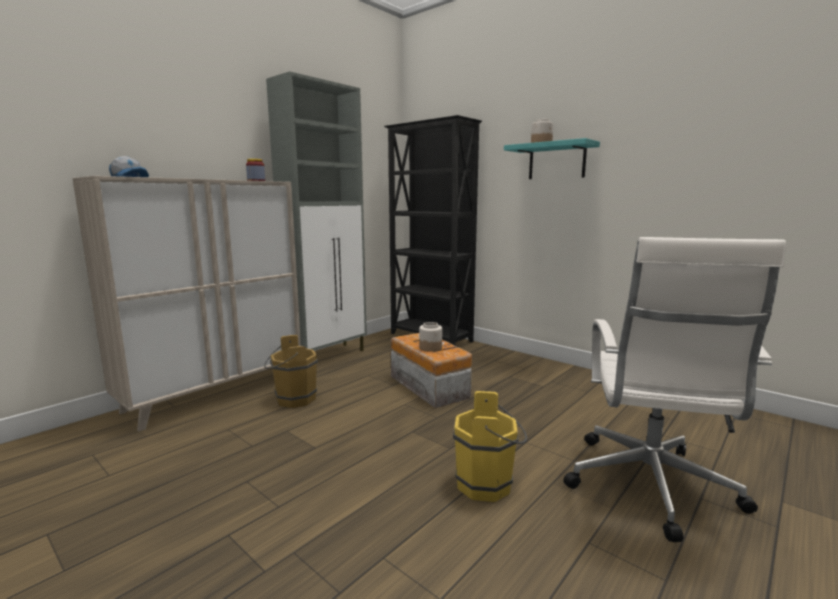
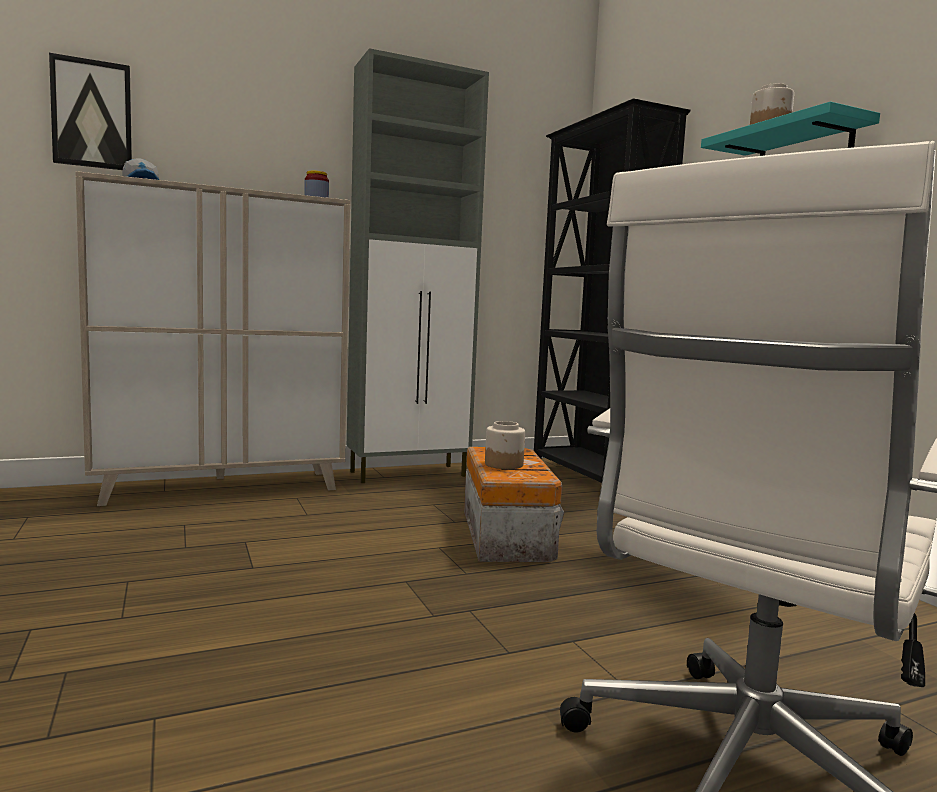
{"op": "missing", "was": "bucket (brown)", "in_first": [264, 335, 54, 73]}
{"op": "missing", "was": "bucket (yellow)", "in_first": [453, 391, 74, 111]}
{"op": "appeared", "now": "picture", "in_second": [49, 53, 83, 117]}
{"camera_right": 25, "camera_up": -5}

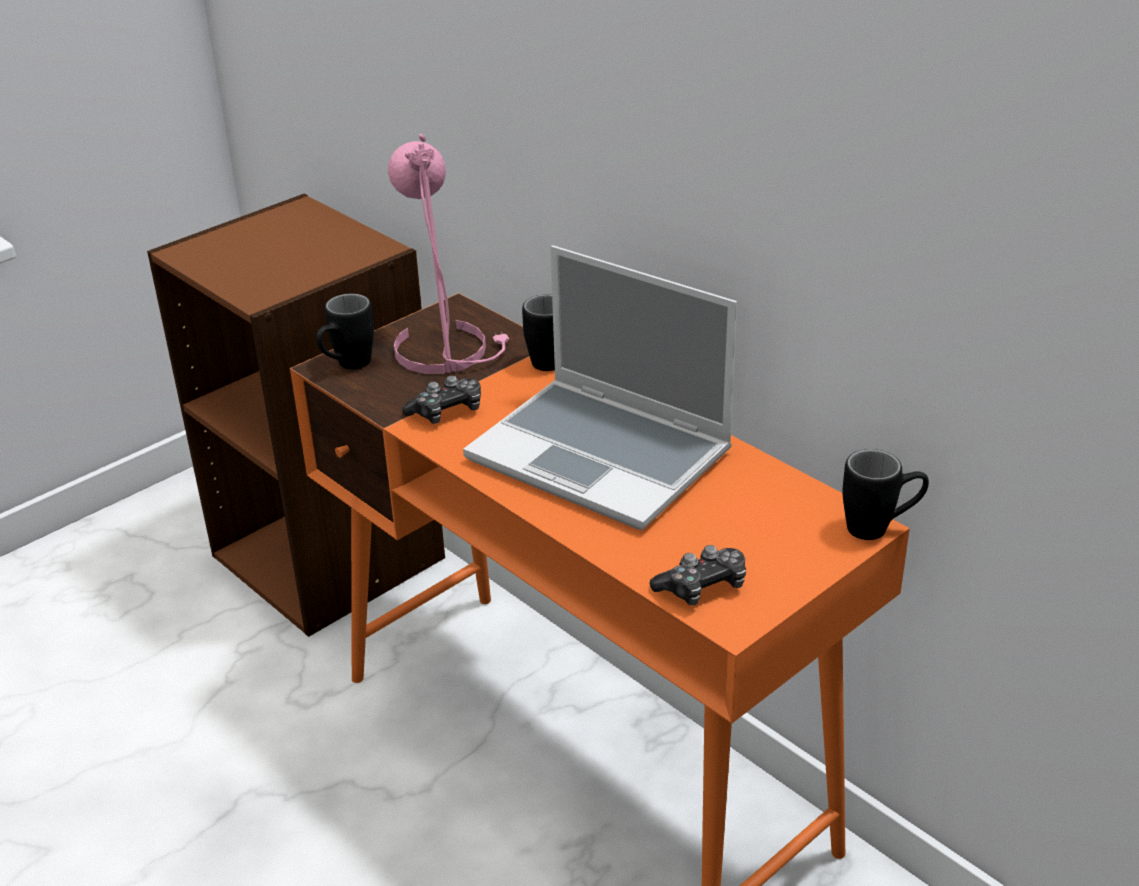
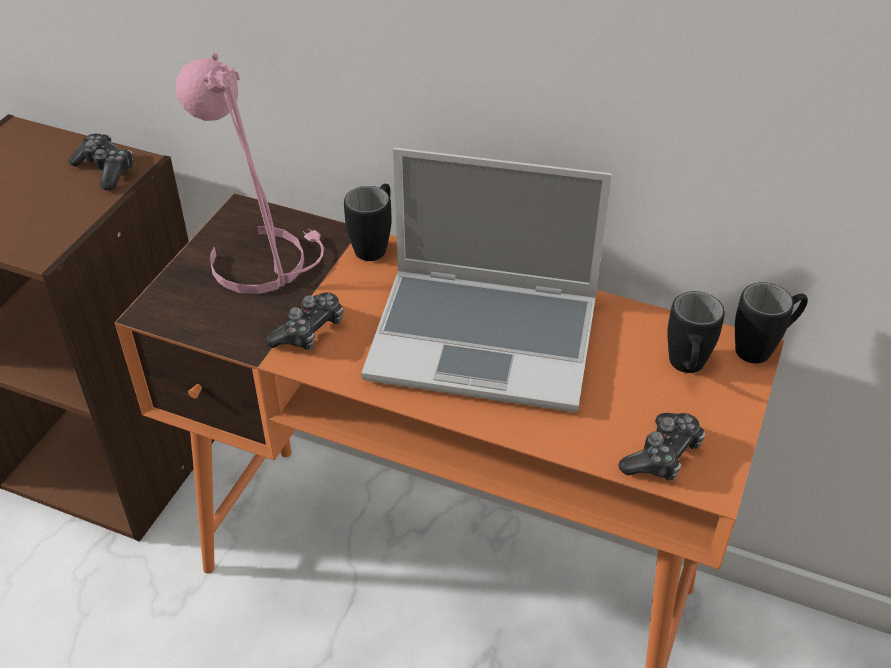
{"op": "relocated", "was": "mug (black)", "in_first": [316, 294, 58, 76], "in_second": [667, 291, 58, 82]}
{"op": "appeared", "now": "game controller", "in_second": [68, 133, 65, 57]}
{"camera_right": -25, "camera_up": 10}

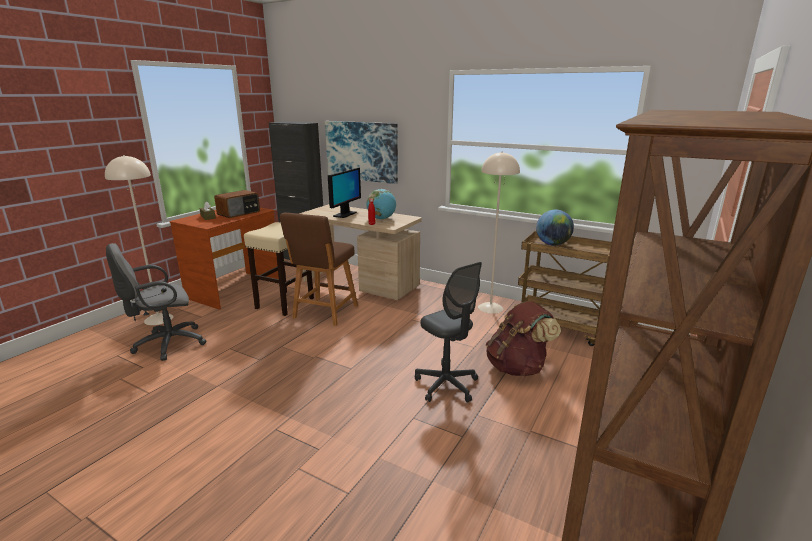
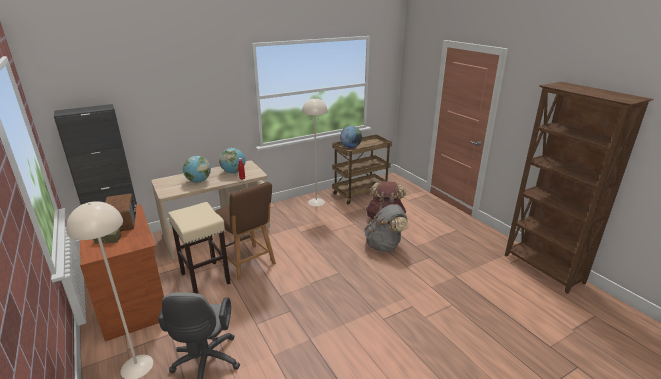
{"op": "missing", "was": "picture", "in_first": [325, 121, 73, 63]}
{"op": "exchanged", "was": "monitor", "now": "globe", "in_first": [328, 168, 33, 50], "in_second": [183, 156, 28, 27]}
{"op": "exchanged", "was": "office chair (grey)", "now": "backpack (grey)", "in_first": [415, 262, 67, 141], "in_second": [364, 204, 44, 48]}
{"camera_right": -60, "camera_up": 5}

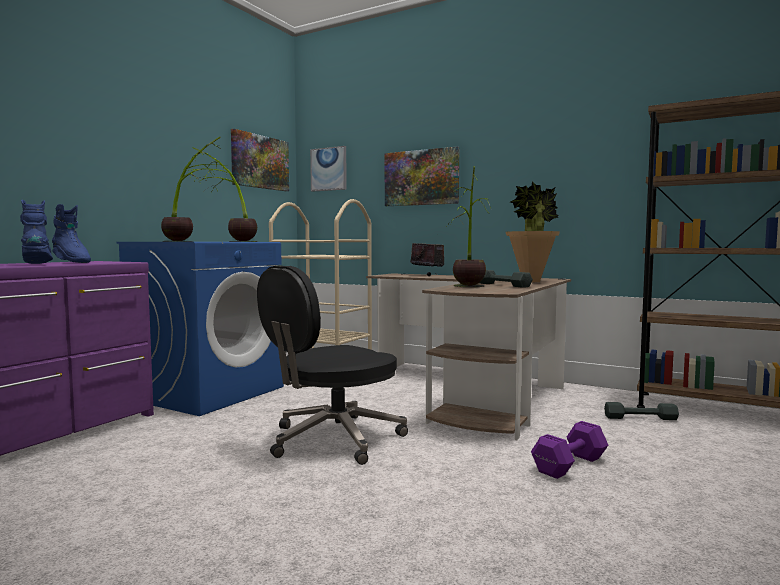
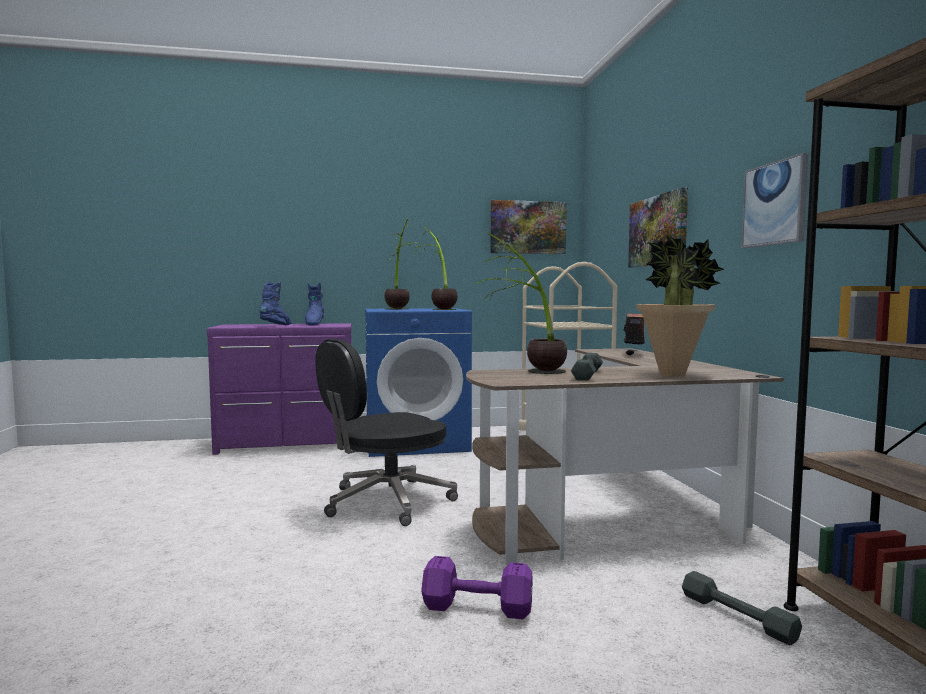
{"op": "relocated", "was": "picture", "in_first": [310, 146, 37, 46], "in_second": [742, 153, 66, 95]}
{"op": "spun", "was": "office chair (black)", "in_first": [257, 265, 151, 200], "in_second": [315, 339, 143, 187], "clockwise": -45}
{"camera_right": 50, "camera_up": 0}

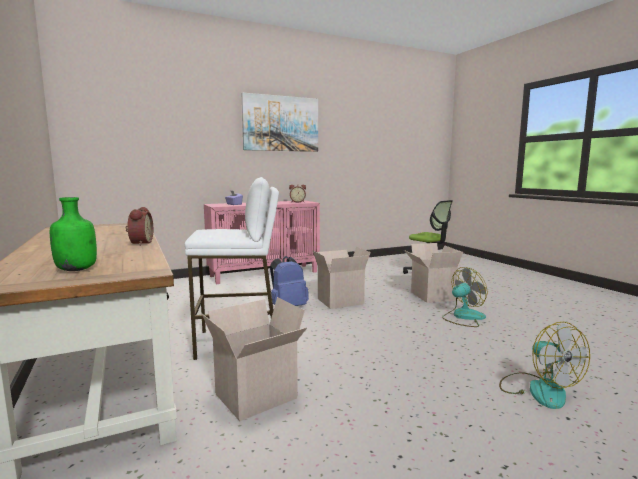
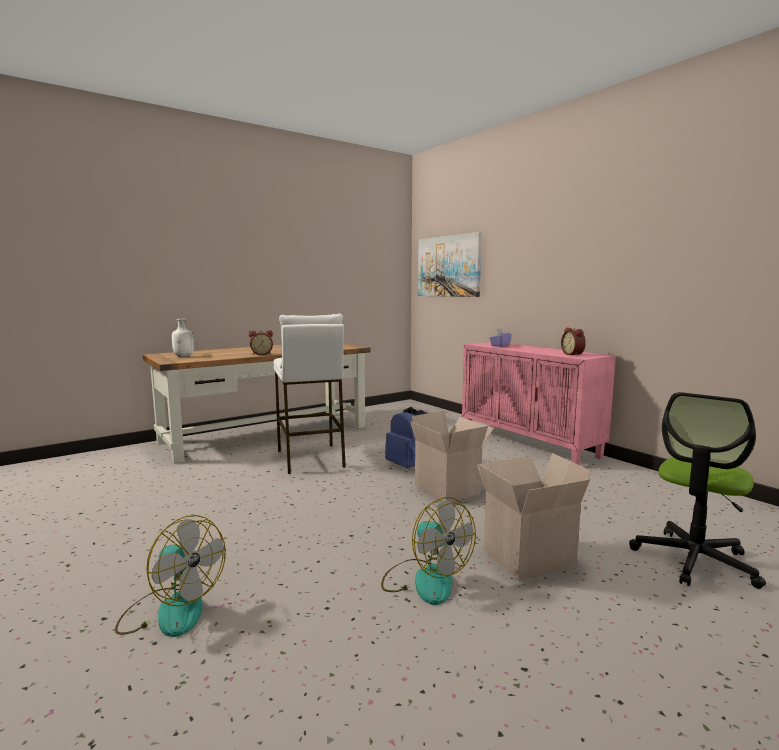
{"op": "relocated", "was": "picture", "in_first": [241, 93, 77, 59], "in_second": [418, 232, 64, 65]}
{"op": "colour", "was": "bottle (green)", "now": "bottle (white)", "in_first": [50, 197, 47, 74], "in_second": [172, 318, 22, 39]}
{"op": "missing", "was": "cardboard box", "in_first": [202, 297, 106, 124]}
{"op": "spun", "was": "fan", "in_first": [499, 322, 91, 87], "in_second": [115, 515, 111, 122], "clockwise": -120}
{"camera_right": 80, "camera_up": 0}

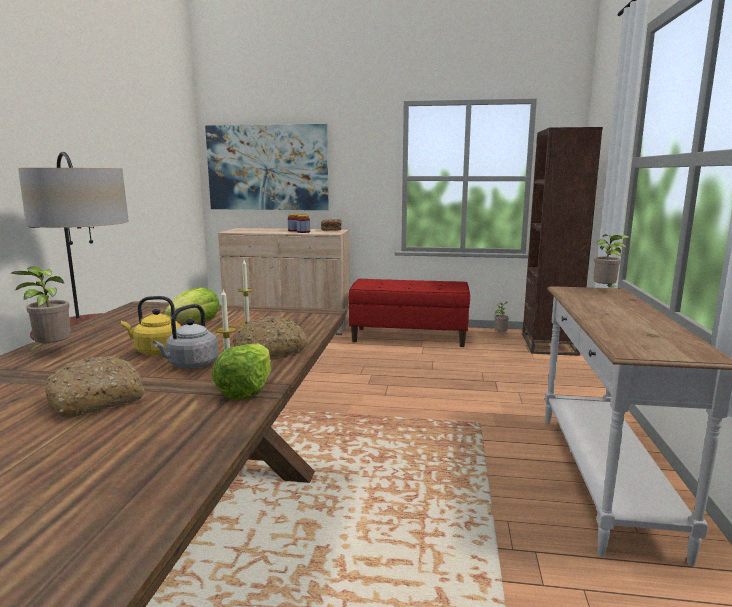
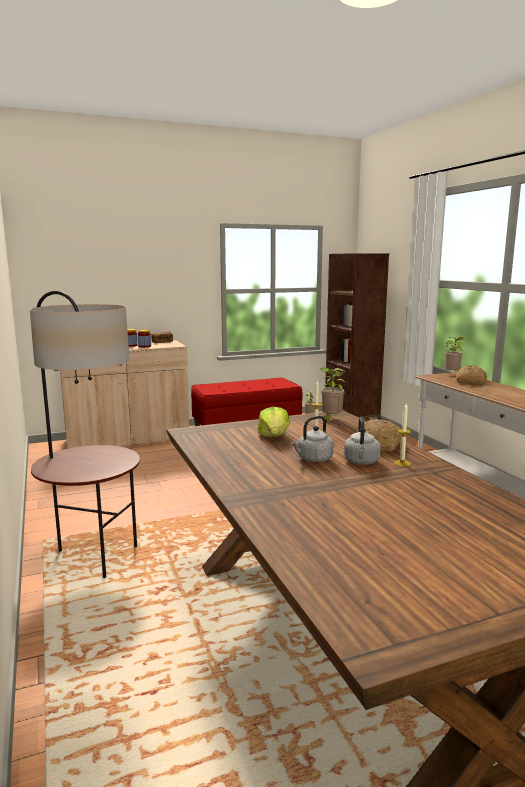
{"op": "missing", "was": "picture", "in_first": [205, 124, 124, 86]}
{"op": "relocated", "was": "potted plant", "in_first": [10, 267, 61, 86], "in_second": [321, 367, 24, 55]}
{"op": "colour", "was": "kettle (yellow)", "now": "kettle (grey)", "in_first": [121, 296, 60, 59], "in_second": [291, 416, 43, 46]}
{"op": "missing", "was": "lettuce", "in_first": [212, 343, 59, 57]}
{"op": "relocated", "was": "bread", "in_first": [45, 356, 99, 62], "in_second": [456, 365, 31, 19]}
{"camera_right": -30, "camera_up": 0}

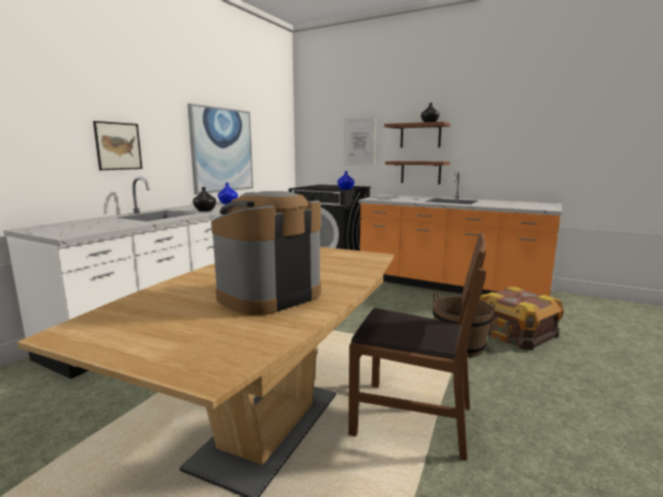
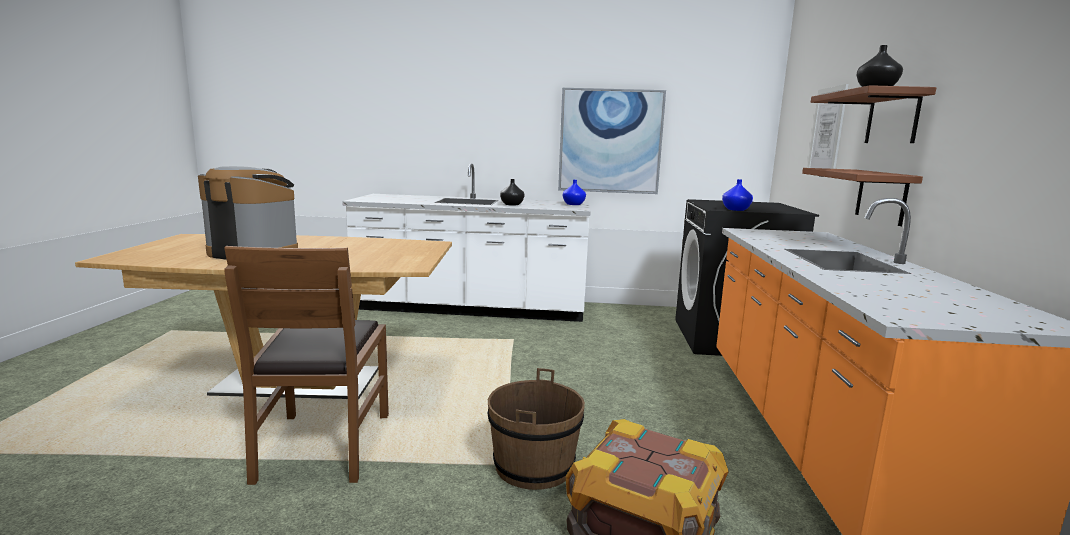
{"op": "missing", "was": "picture", "in_first": [93, 121, 50, 49]}
{"camera_right": 65, "camera_up": 0}

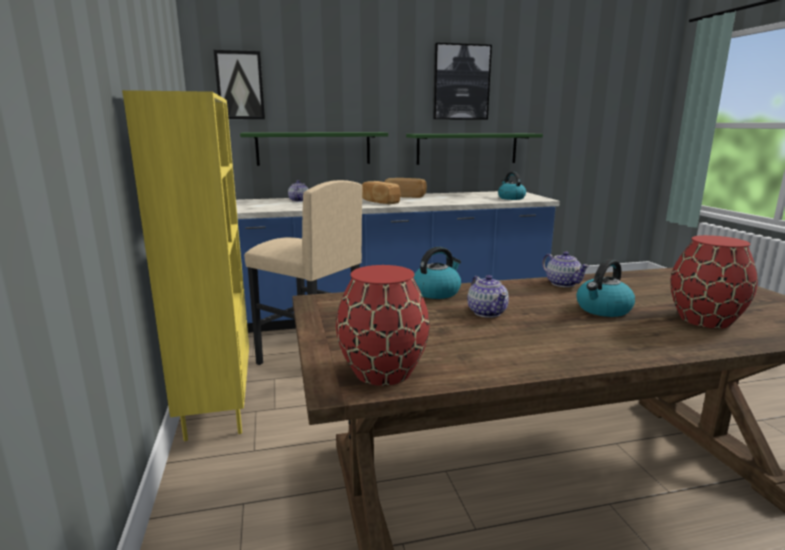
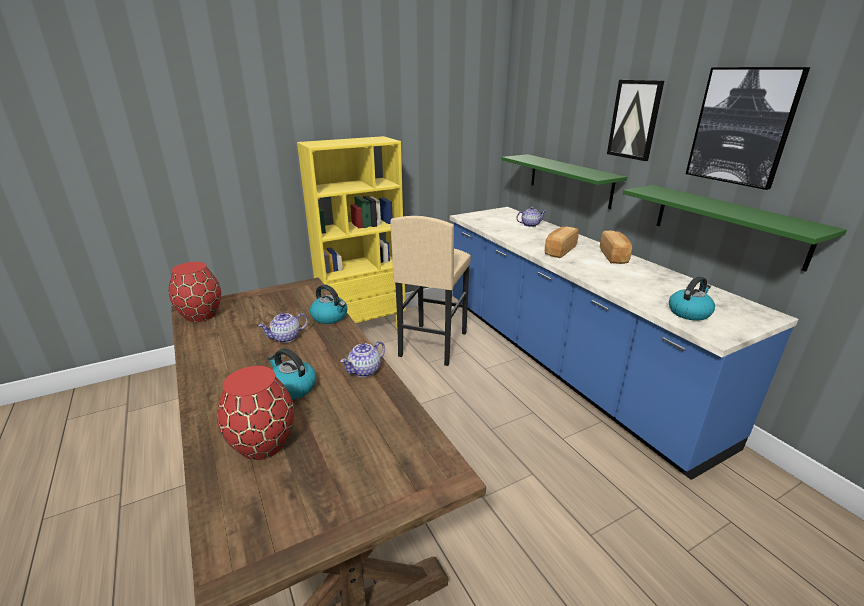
{"op": "relocated", "was": "picture", "in_first": [214, 50, 51, 69], "in_second": [607, 80, 57, 81]}
{"camera_right": 75, "camera_up": 10}

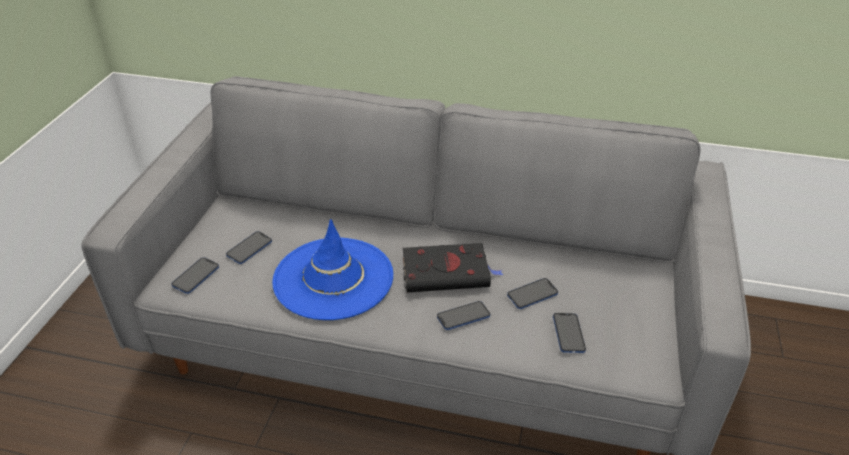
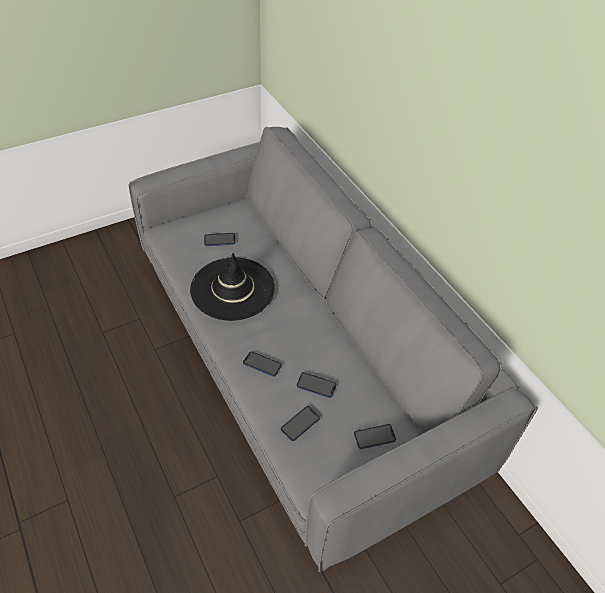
{"op": "colour", "was": "hat (blue)", "now": "hat (black)", "in_first": [272, 219, 121, 101], "in_second": [190, 253, 85, 68]}
{"op": "missing", "was": "book (black)", "in_first": [403, 243, 100, 49]}
{"op": "relocated", "was": "phone", "in_first": [171, 257, 48, 37], "in_second": [354, 424, 42, 25]}
{"camera_right": 45, "camera_up": 10}

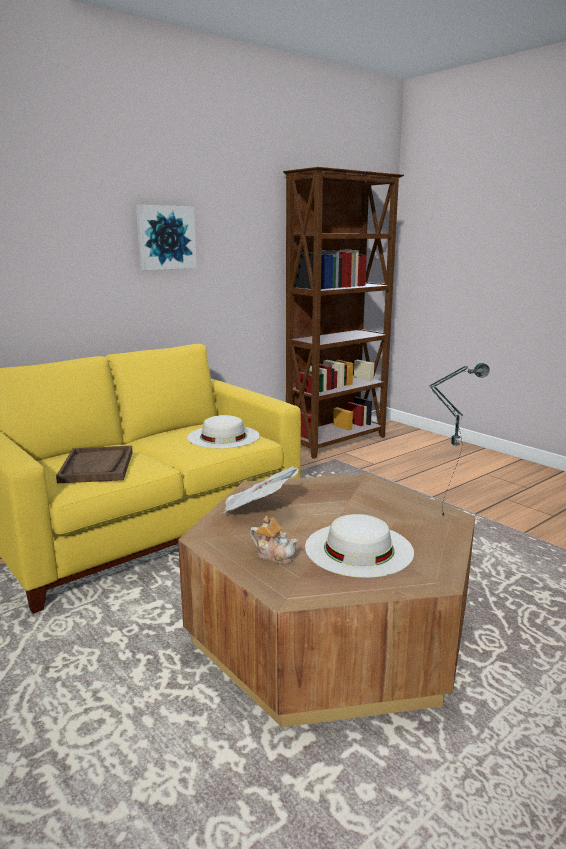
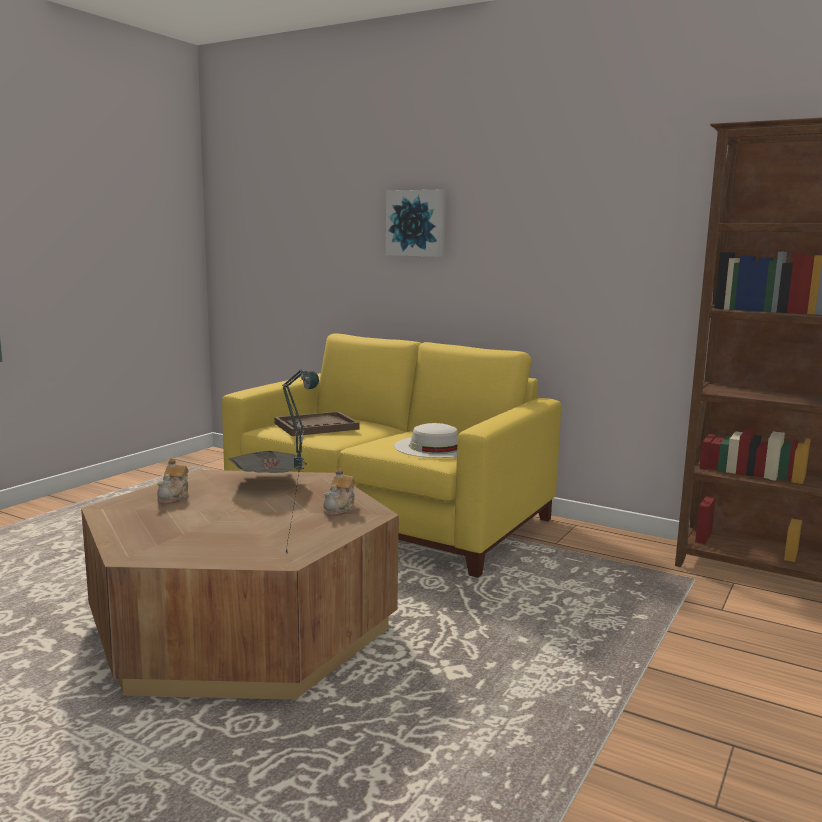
{"op": "relocated", "was": "picture", "in_first": [136, 205, 61, 65], "in_second": [386, 190, 60, 67]}
{"op": "missing", "was": "hat (white)", "in_first": [305, 514, 109, 64]}
{"op": "appeared", "now": "teapot", "in_second": [323, 468, 32, 48]}
{"camera_right": 70, "camera_up": -5}

